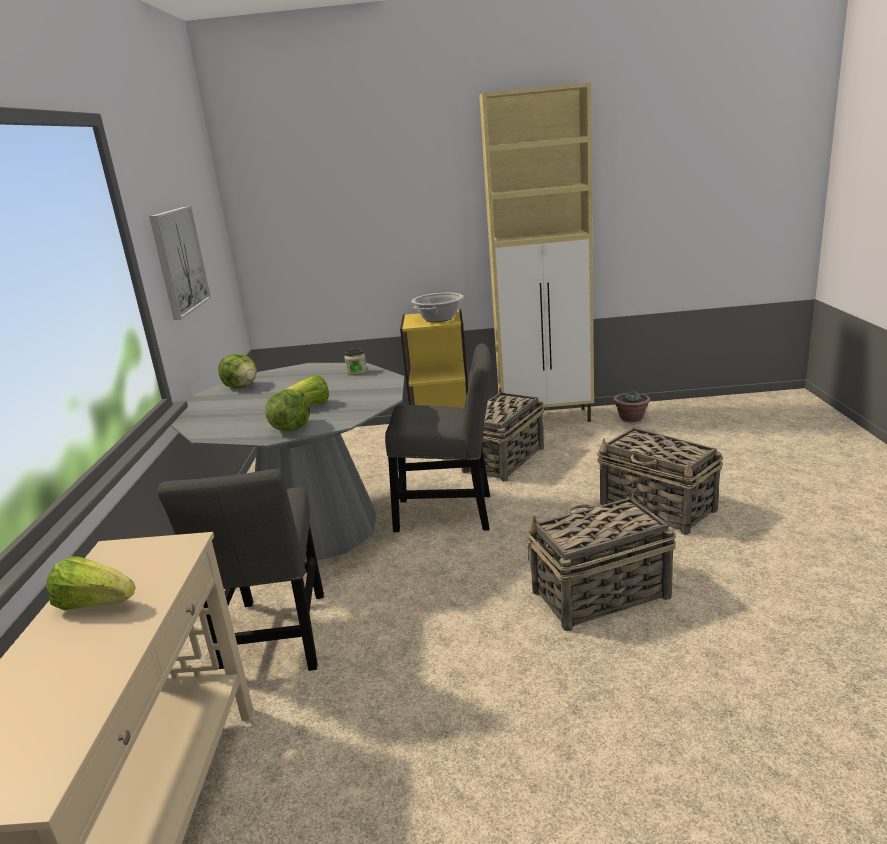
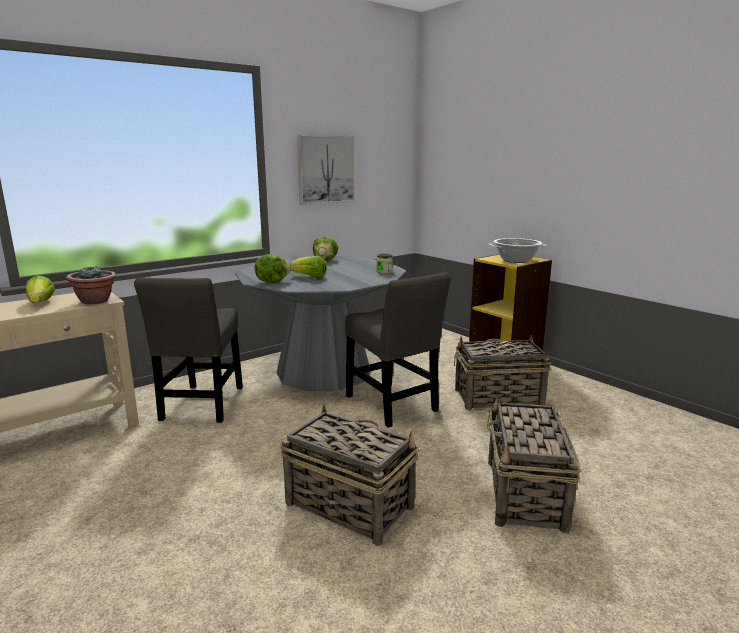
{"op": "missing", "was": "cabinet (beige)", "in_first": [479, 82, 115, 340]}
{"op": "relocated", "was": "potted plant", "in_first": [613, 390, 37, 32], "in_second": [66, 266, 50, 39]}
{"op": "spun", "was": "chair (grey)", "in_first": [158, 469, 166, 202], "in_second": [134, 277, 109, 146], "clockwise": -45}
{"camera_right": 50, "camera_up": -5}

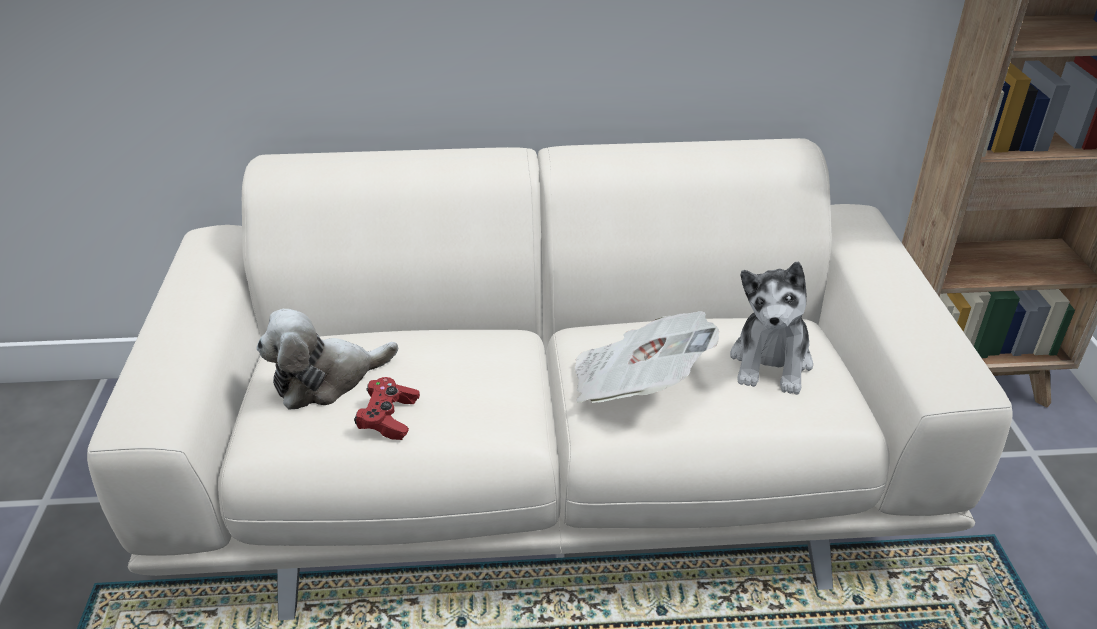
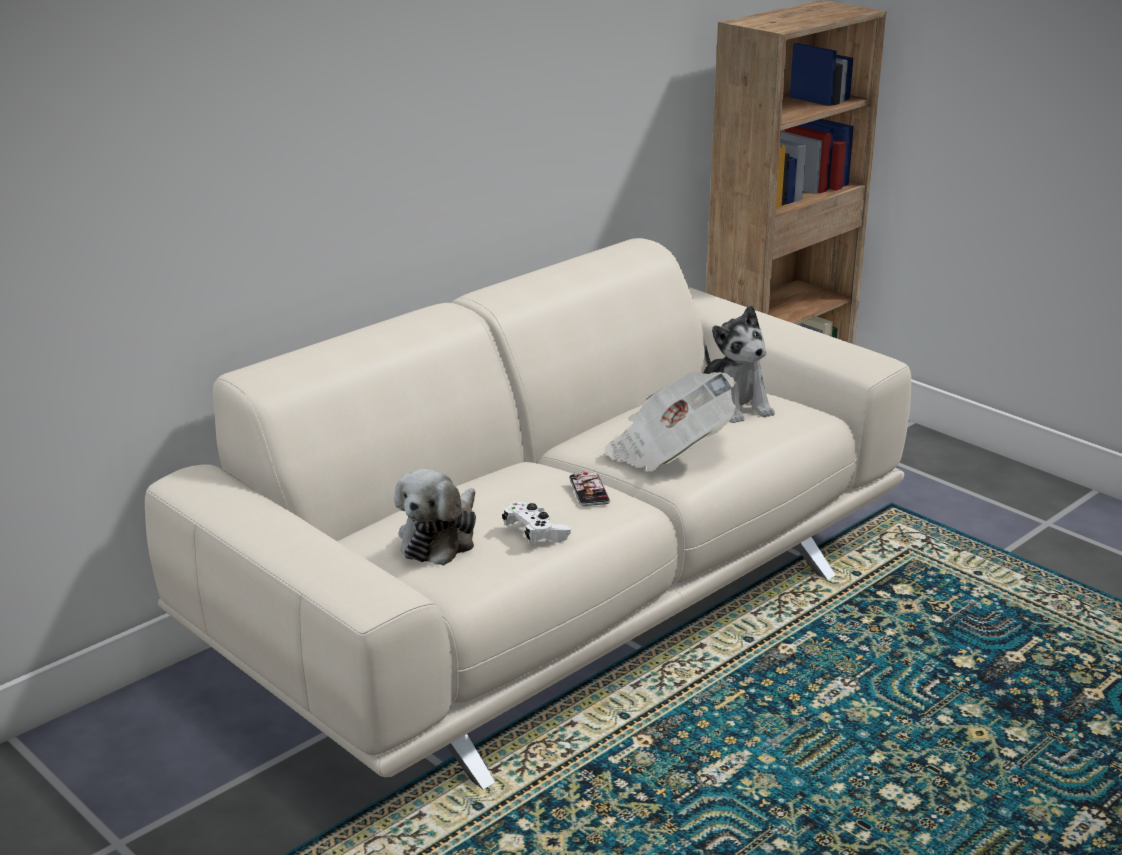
{"op": "colour", "was": "game controller (red)", "now": "game controller (white)", "in_first": [354, 377, 66, 63], "in_second": [502, 502, 69, 42]}
{"op": "appeared", "now": "phone", "in_second": [569, 471, 41, 35]}
{"camera_right": -40, "camera_up": -10}

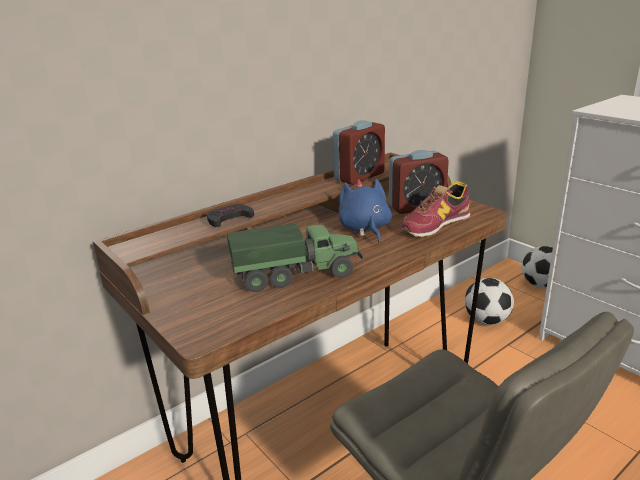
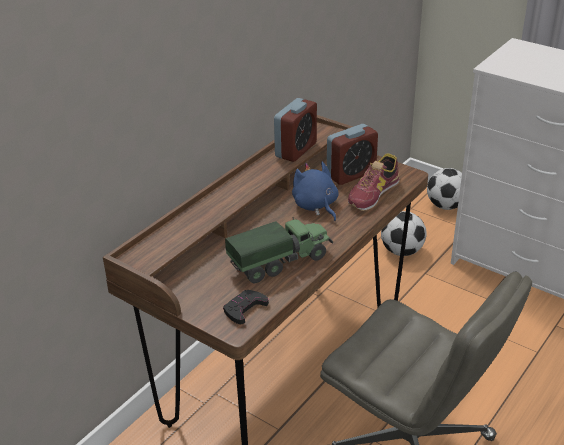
{"op": "relocated", "was": "game controller (black)", "in_first": [207, 204, 47, 23], "in_second": [223, 290, 46, 34]}
{"camera_right": -15, "camera_up": 10}

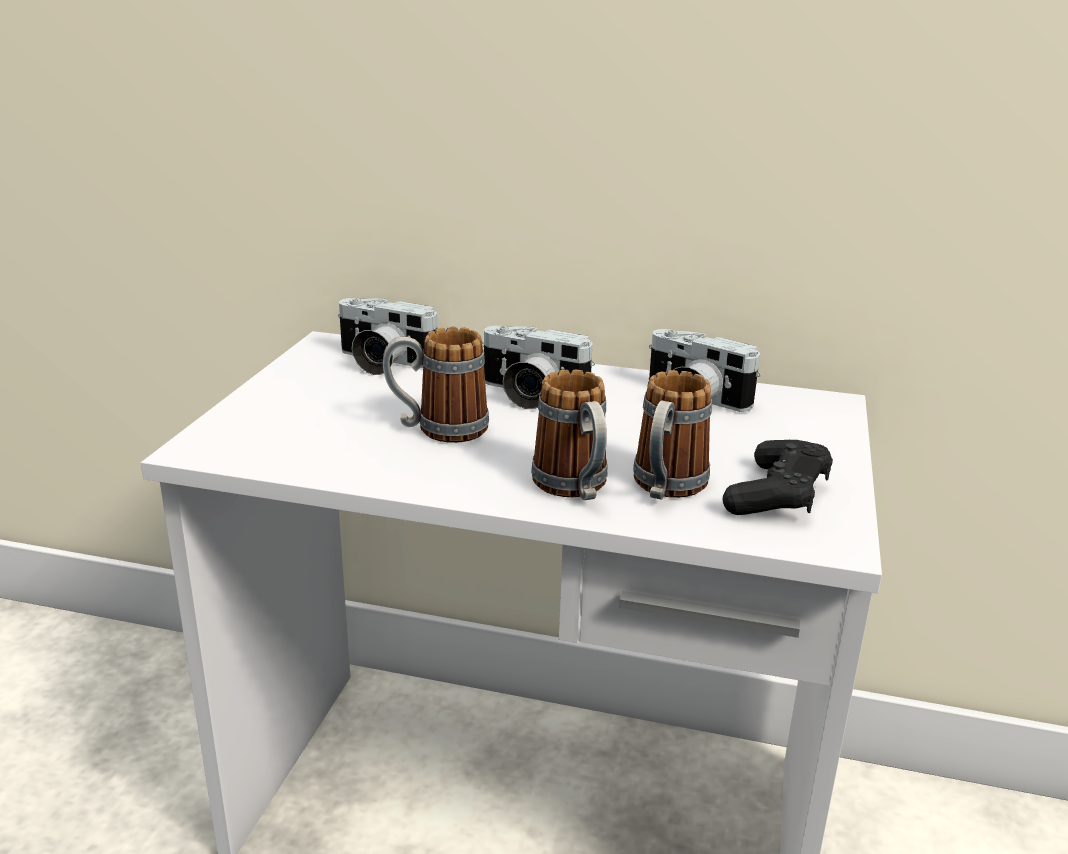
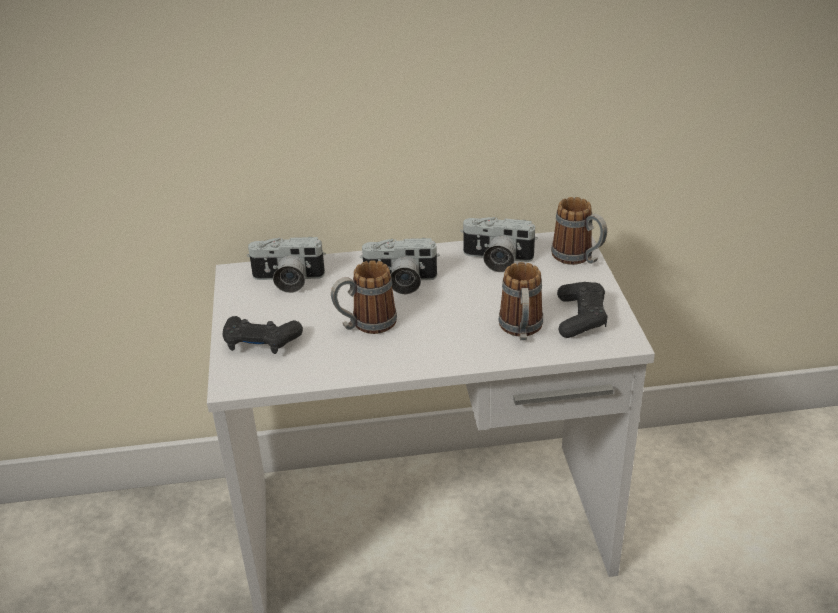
{"op": "relocated", "was": "mug", "in_first": [531, 370, 77, 130], "in_second": [551, 197, 56, 68]}
{"op": "appeared", "now": "game controller (black)", "in_second": [223, 316, 80, 38]}
{"camera_right": -20, "camera_up": 10}

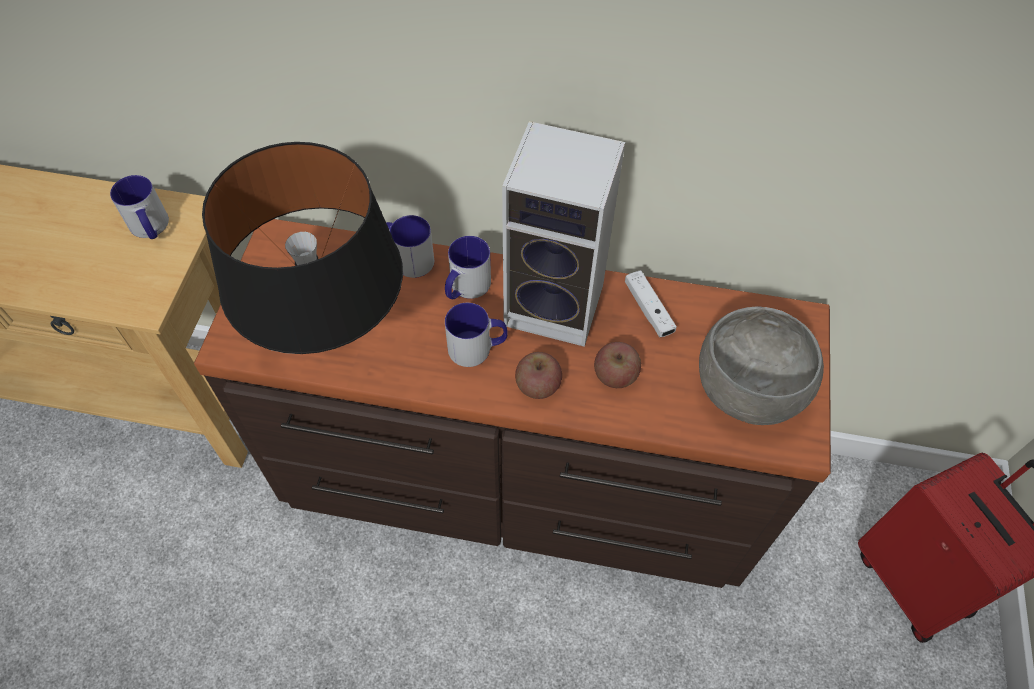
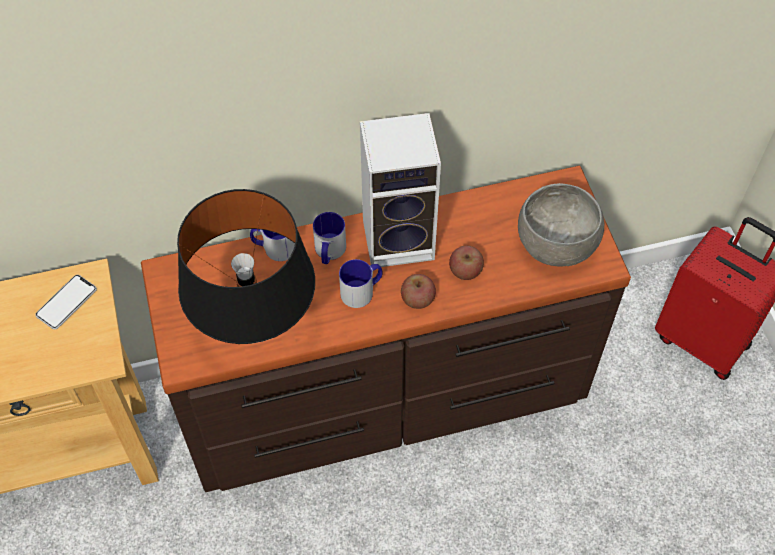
{"op": "exchanged", "was": "mug", "now": "phone", "in_first": [110, 175, 59, 64], "in_second": [35, 275, 62, 54]}
{"op": "missing", "was": "game controller (white)", "in_first": [625, 270, 52, 67]}
{"camera_right": -25, "camera_up": 0}

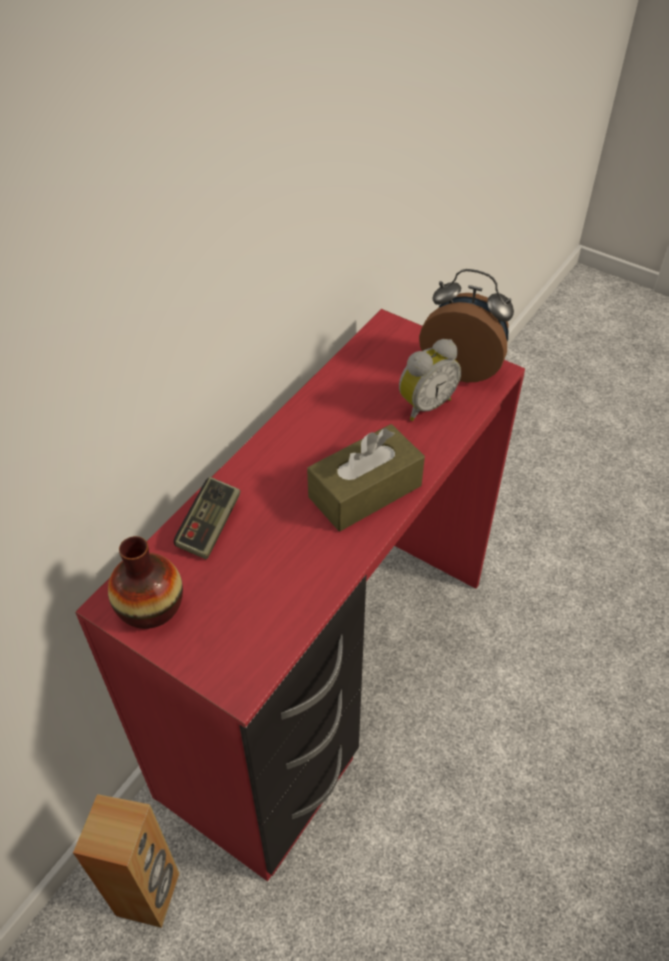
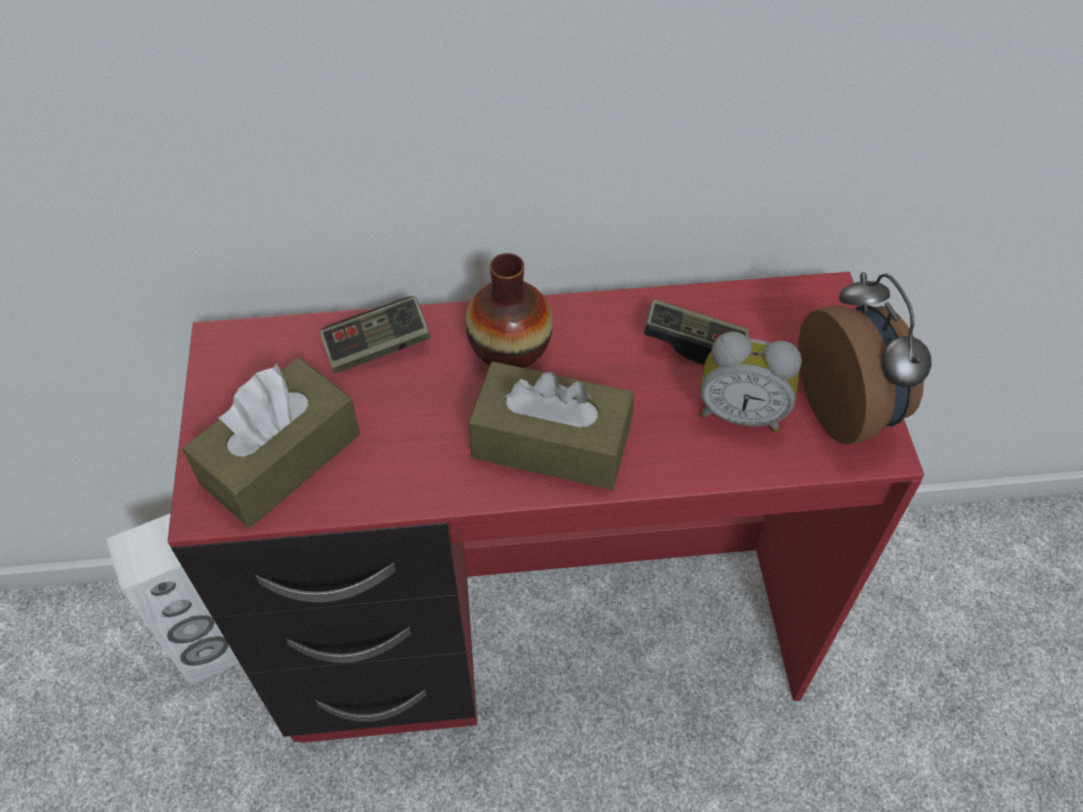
{"op": "relocated", "was": "vase", "in_first": [108, 536, 75, 93], "in_second": [465, 253, 88, 115]}
{"op": "colour", "was": "speaker (brown)", "now": "speaker (white)", "in_first": [73, 794, 107, 134], "in_second": [106, 513, 133, 172]}
{"op": "appeared", "now": "game controller", "in_second": [643, 299, 106, 66]}
{"op": "appeared", "now": "tissue box (brown)", "in_second": [182, 358, 178, 170]}
{"camera_right": 50, "camera_up": 5}

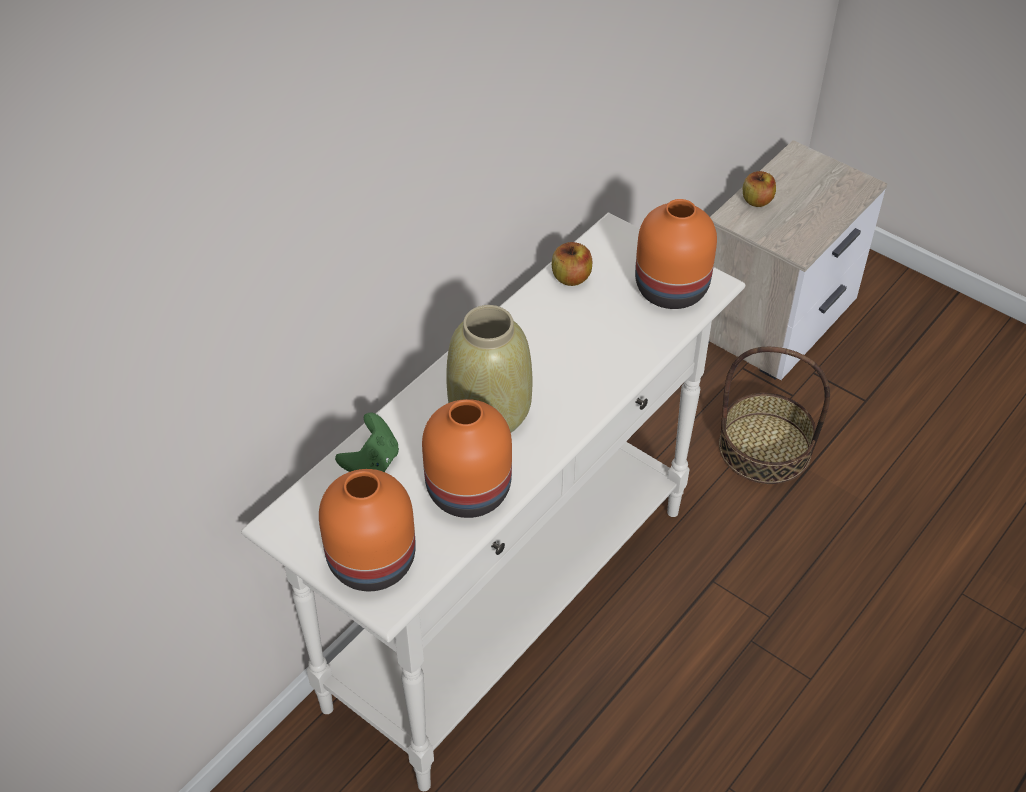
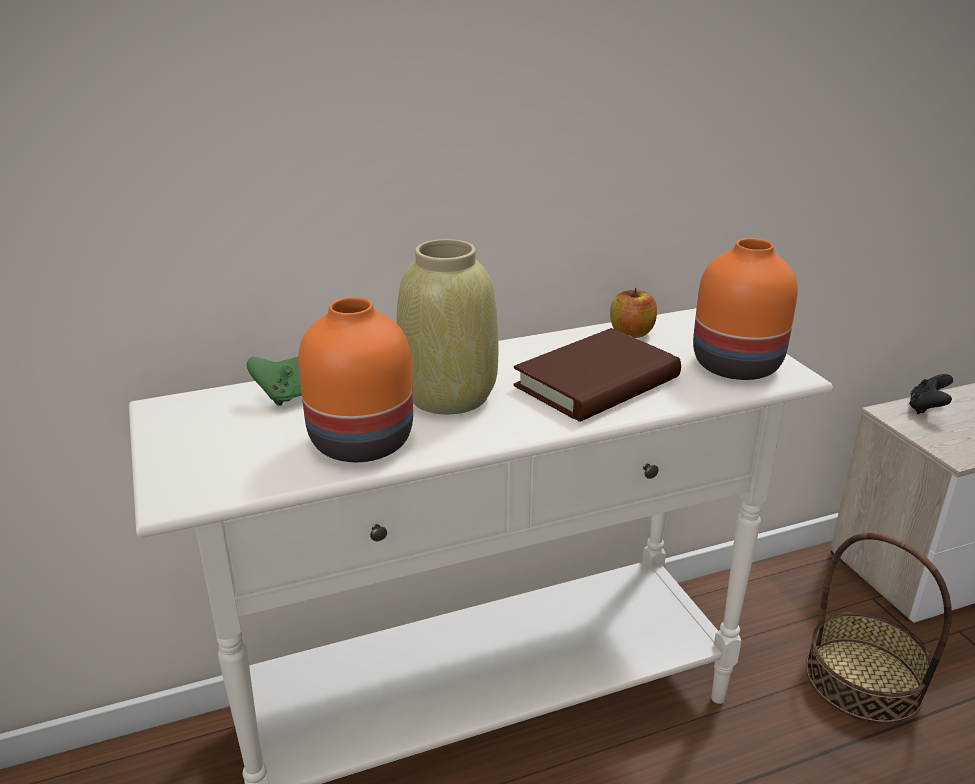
{"op": "exchanged", "was": "apple", "now": "game controller (black)", "in_first": [743, 171, 33, 36], "in_second": [909, 374, 44, 40]}
{"op": "missing", "was": "vase (orange)", "in_first": [319, 469, 97, 122]}
{"op": "appeared", "now": "book (brown)", "in_second": [513, 328, 168, 94]}
{"camera_right": 30, "camera_up": -20}

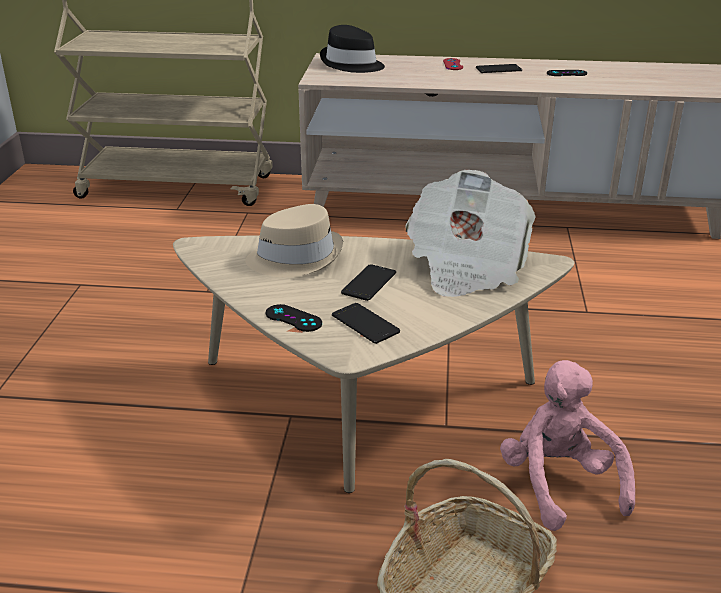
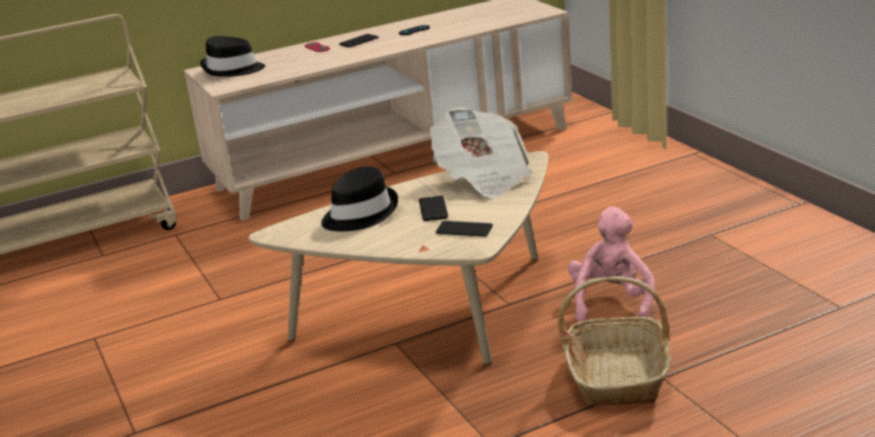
{"op": "colour", "was": "hat (beige)", "now": "hat (black)", "in_first": [245, 204, 98, 73], "in_second": [321, 167, 77, 64]}
{"op": "missing", "was": "game controller (black)", "in_first": [266, 304, 56, 28]}
{"op": "spun", "was": "plush toy (pink)", "in_first": [500, 360, 135, 171], "in_second": [568, 206, 87, 116], "clockwise": 60}
{"camera_right": -30, "camera_up": -5}

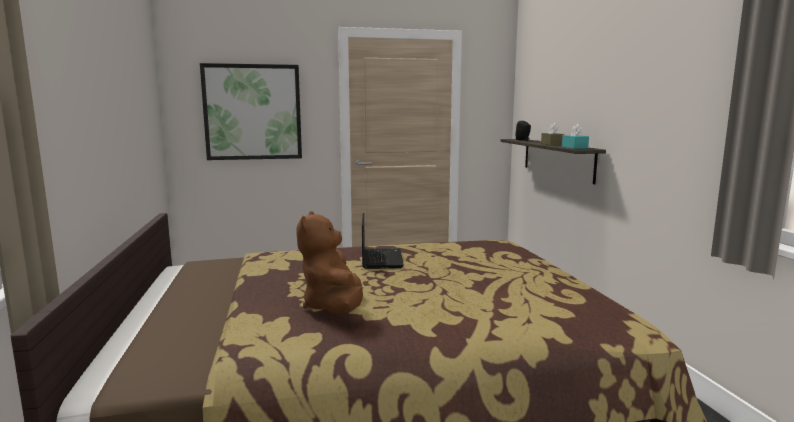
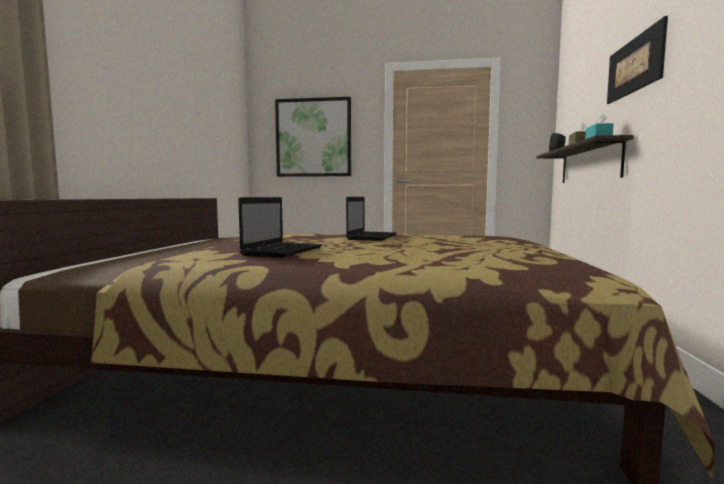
{"op": "exchanged", "was": "plush toy (brown)", "now": "laptop", "in_first": [296, 211, 67, 102], "in_second": [238, 197, 84, 61]}
{"op": "appeared", "now": "picture", "in_second": [607, 16, 61, 88]}
{"camera_right": 20, "camera_up": -5}

